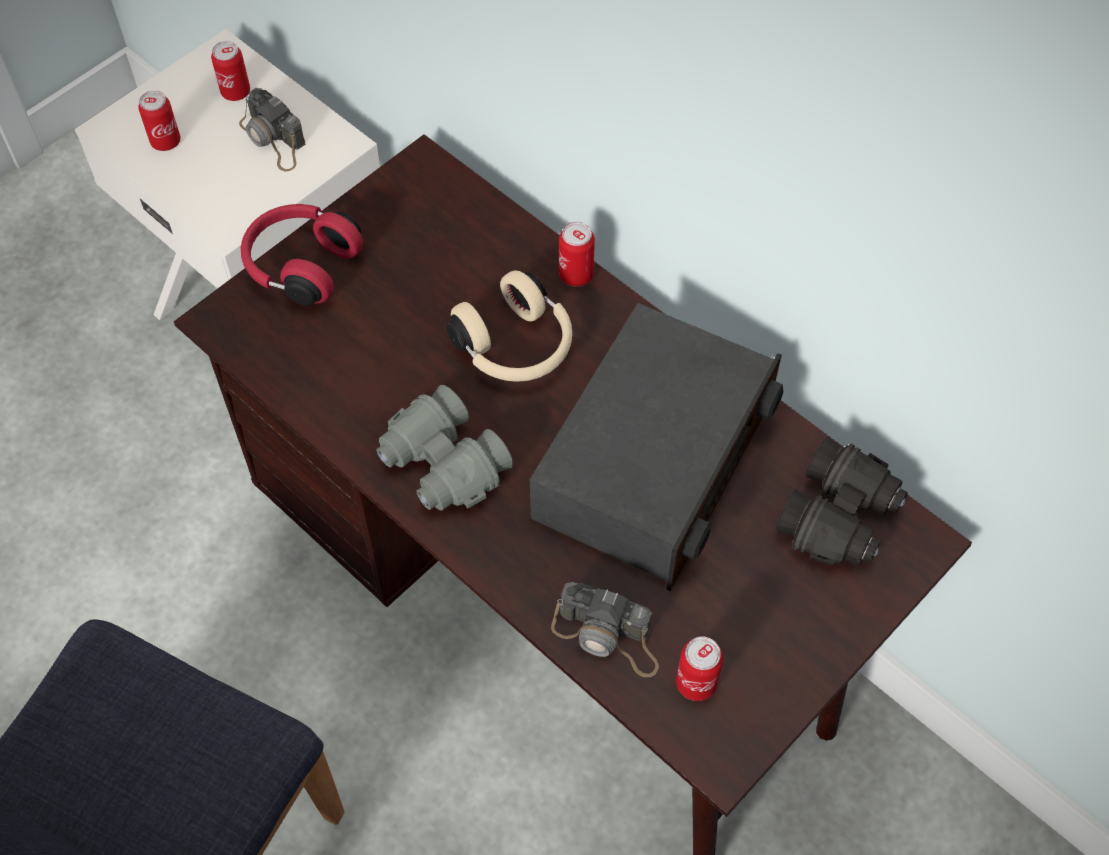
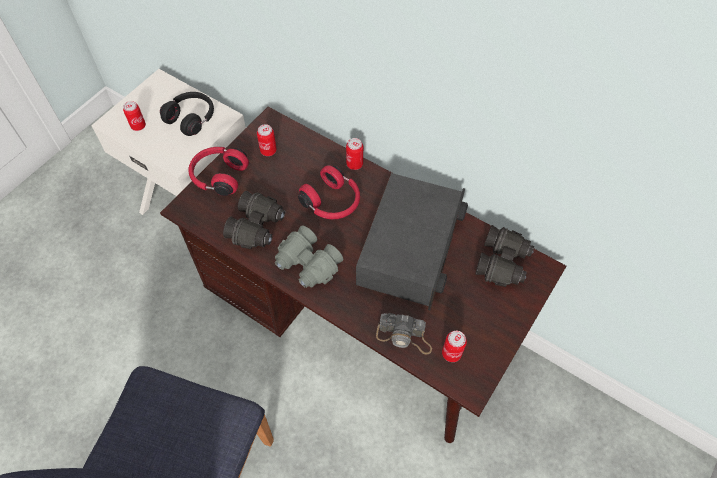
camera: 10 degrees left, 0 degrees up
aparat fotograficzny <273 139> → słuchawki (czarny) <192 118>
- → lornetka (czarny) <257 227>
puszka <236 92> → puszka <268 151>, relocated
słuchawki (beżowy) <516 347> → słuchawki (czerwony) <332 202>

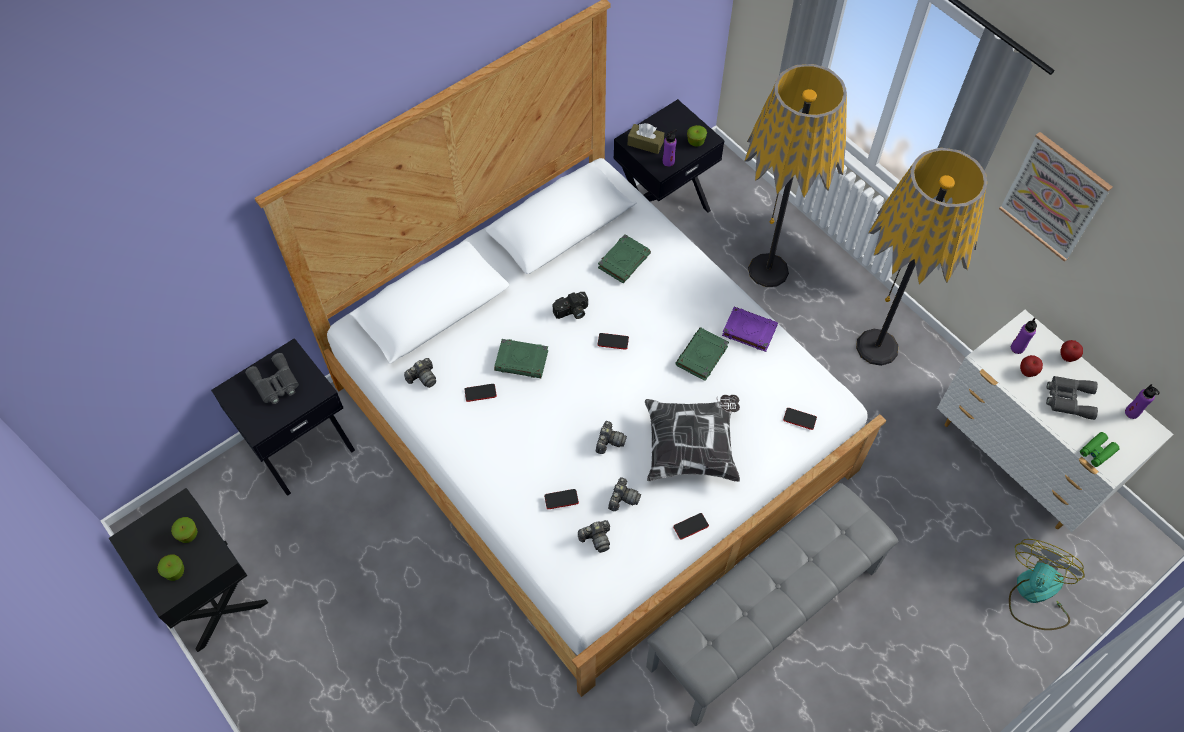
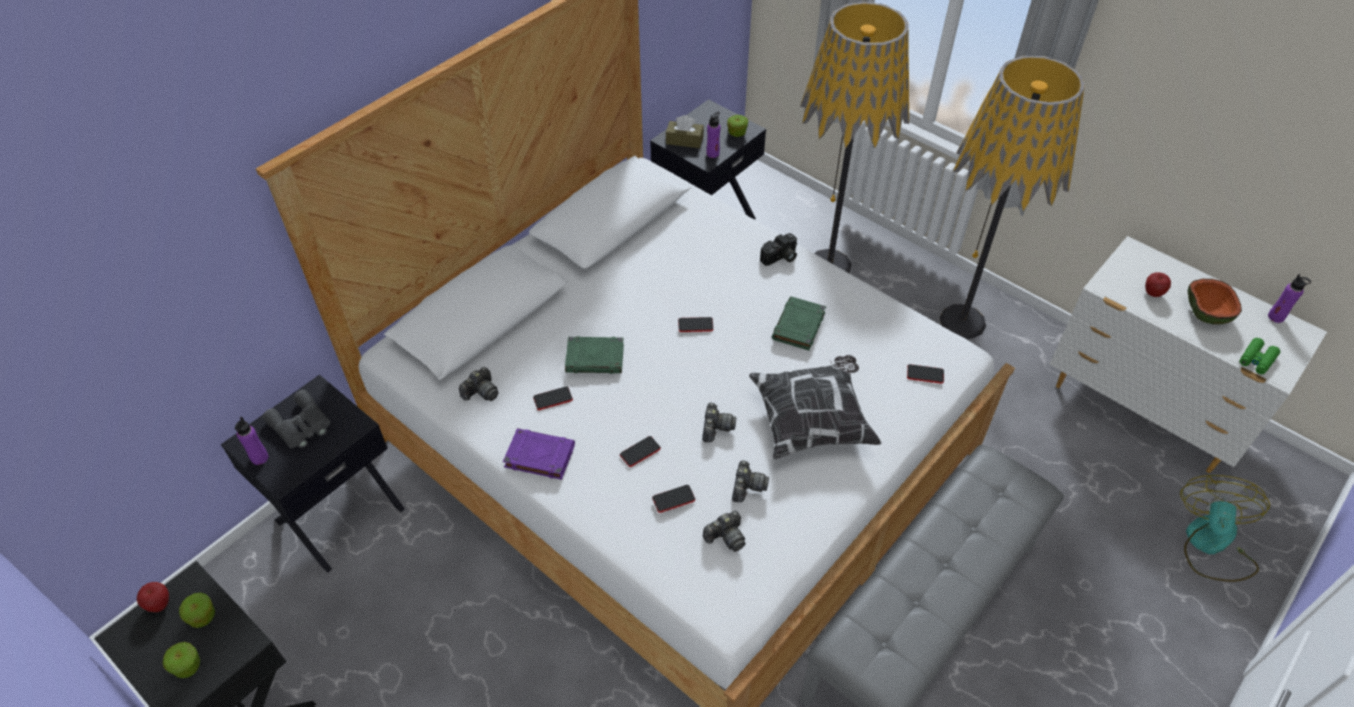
camera: 10 degrees left, 10 degrees down
jabłko <1067 357> → jabłko <160 604>, relocated
butelka (fioletowy) <1017 348> → butelka (fioletowy) <259 458>, relocated
książka (fioletowy) <748 331> → książka (fioletowy) <539 456>, relocated
telefon <690 526> → telefon <640 452>, relocated
aparat fotograficzny <572 312> → aparat fotograficzny <780 258>, relocated
lornetka (szary) <1068 399> → miska <1205 313>
książka (zielony) <624 260> → -
obraz <1054 197> → -

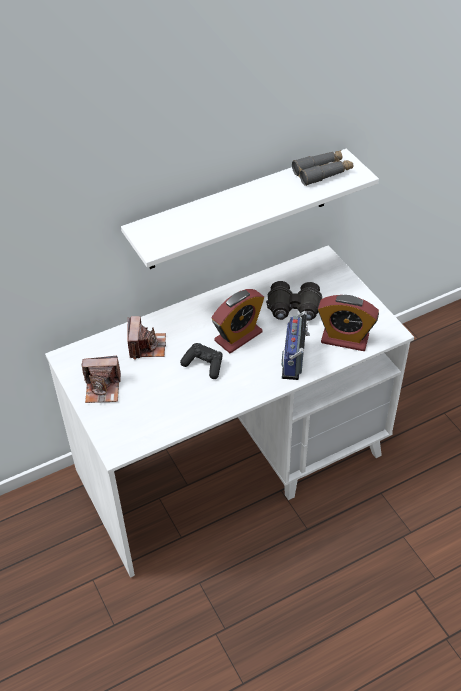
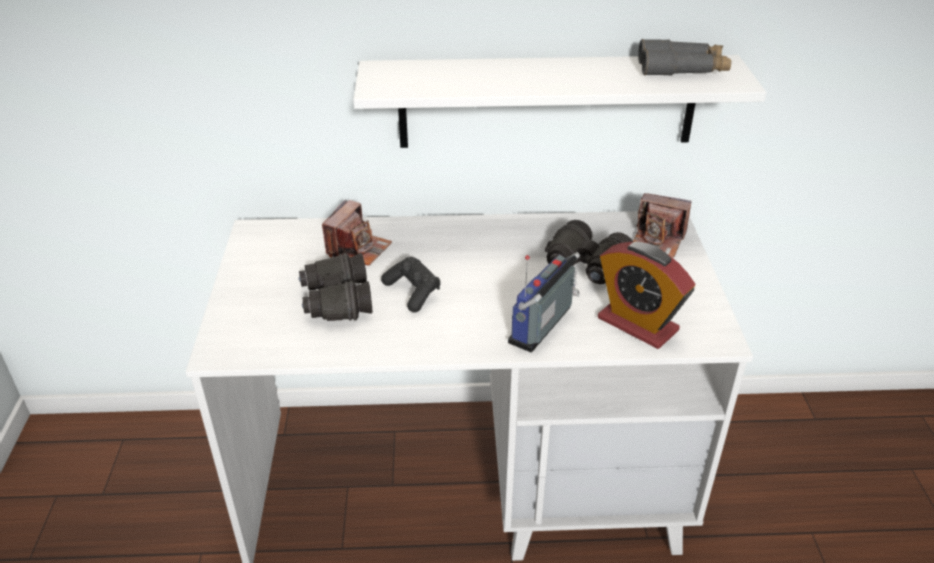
camera: 25 degrees right, 10 degrees down
- → lornetka (czarny) <336 301>
aparat fotograficzny <103 388> → aparat fotograficzny <657 240>, relocated
budzik <238 336> → -

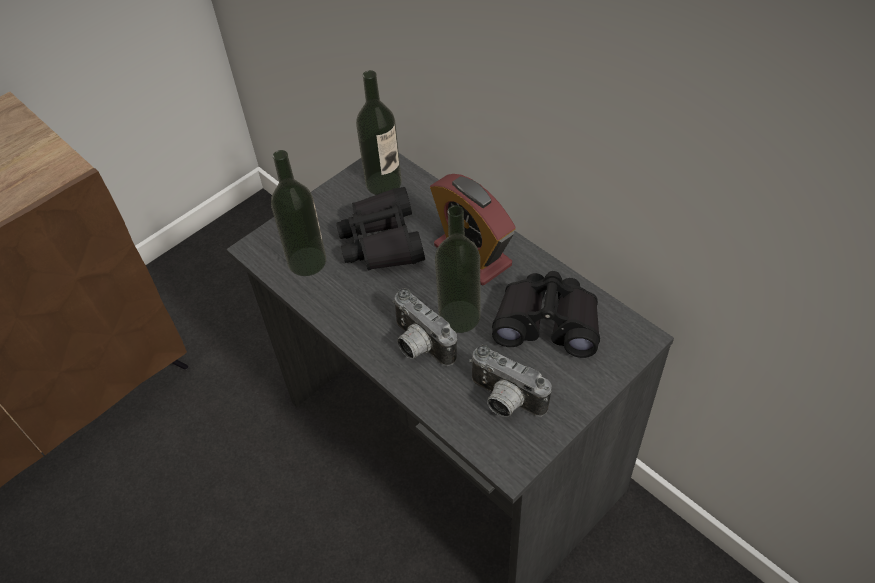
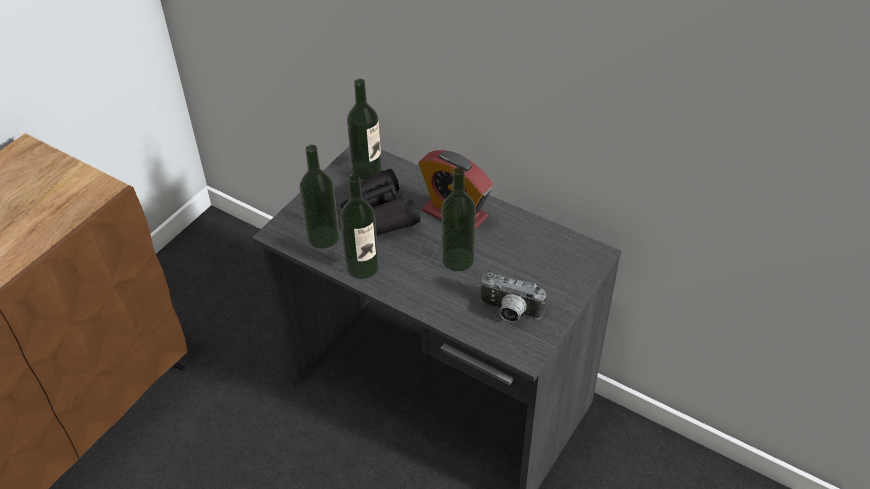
camera: 15 degrees left, 5 degrees down
- → butelka <362 267>
aparat fotograficzny <418 346> → -
lornetka (czarny) <547 322> → -

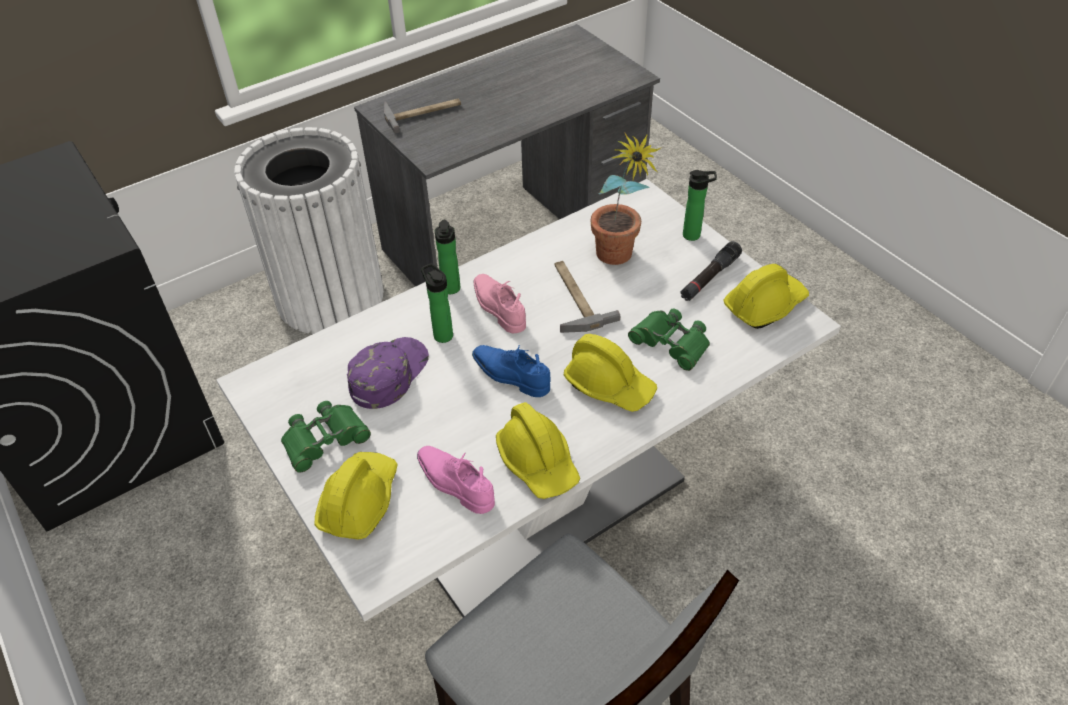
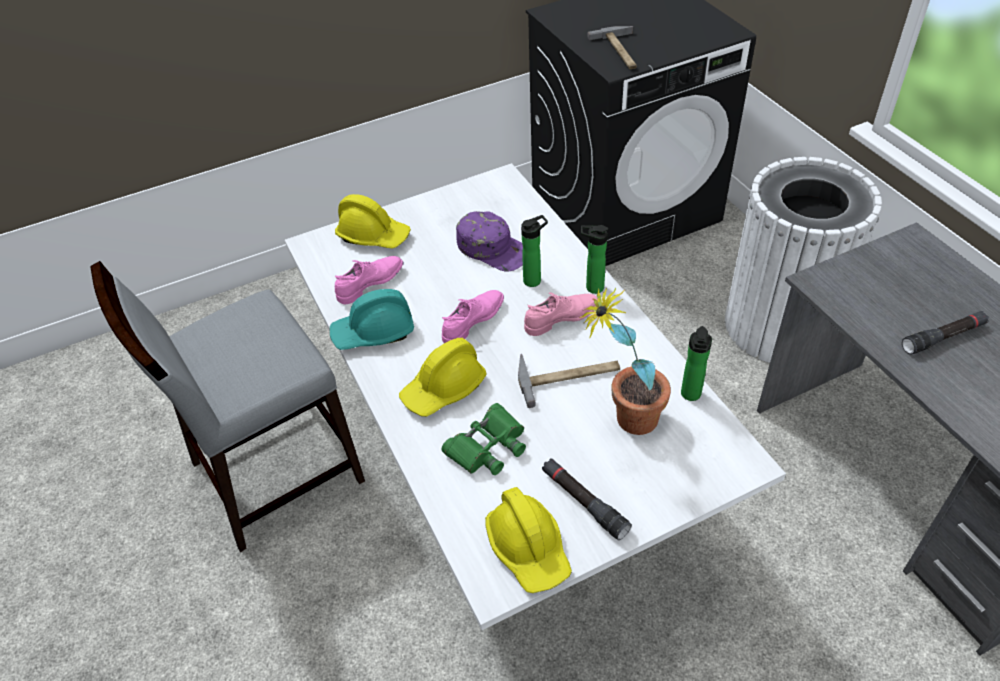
camera: 100 degrees right, 0 degrees up
kask (żółty) <538 462> → kask (turkusowy) <374 332>
but (niebieski) <510 376> → but (różowy) <473 321>
młotek <423 112> → młotek <621 51>, relocated
butelka <694 235> → butelka <690 396>, relocated
- → latarka (czarny) <943 337>
lornetka (zielony) <324 439> → -

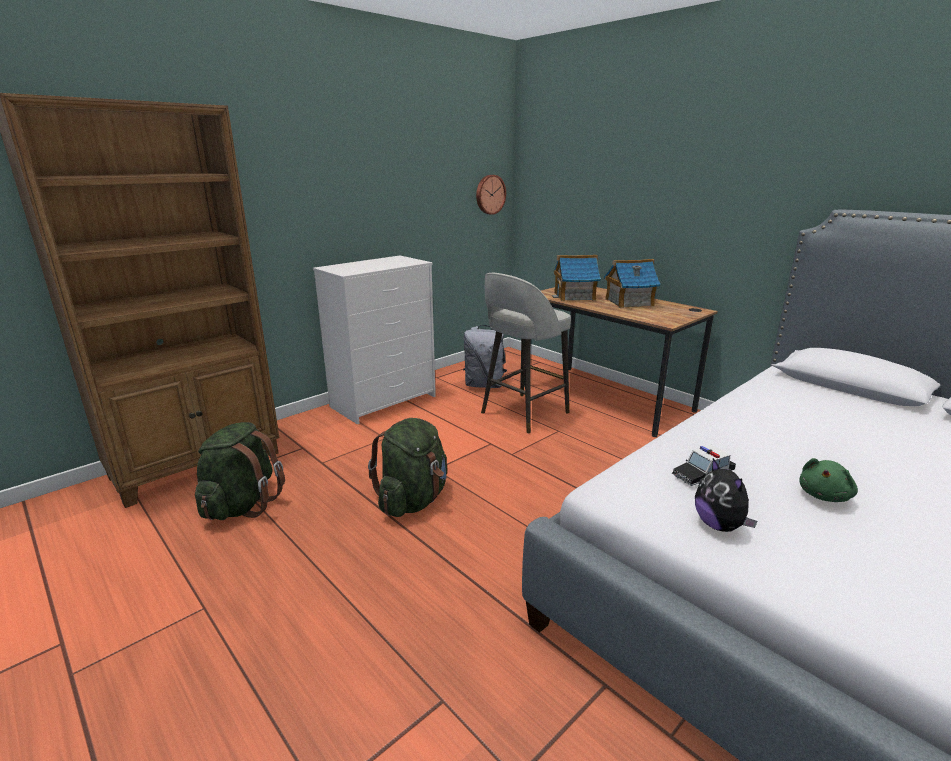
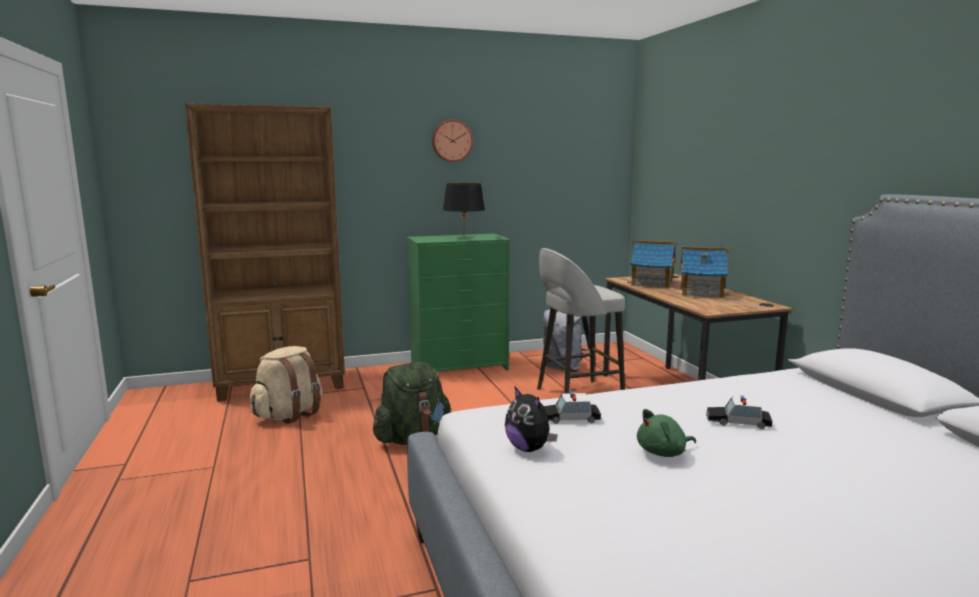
camera: 25 degrees right, 10 degrees down
plecak (zielony) <242 505> → plecak (beżowy) <289 415>
komoda (biały) <384 401> → komoda (zielony) <460 367>
zegar ścienny <489 194> → zegar ścienny <452 141>, relocated
- → lampa stołowa (czarny) <464 237>
pluszak <719 525> → pluszak <529 448>, 45 degrees counterclockwise
- → samochodzik <737 422>

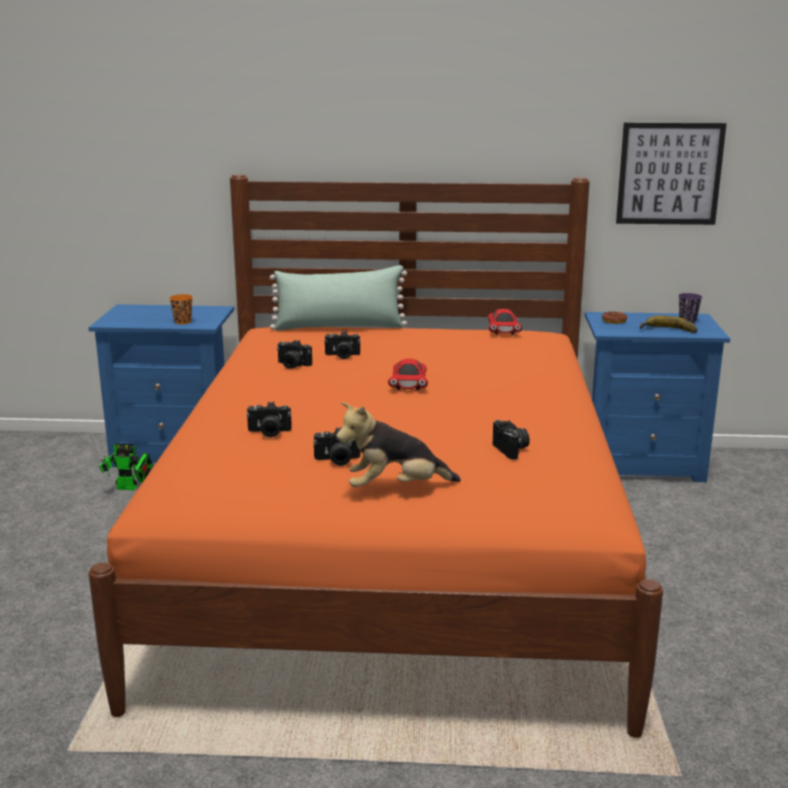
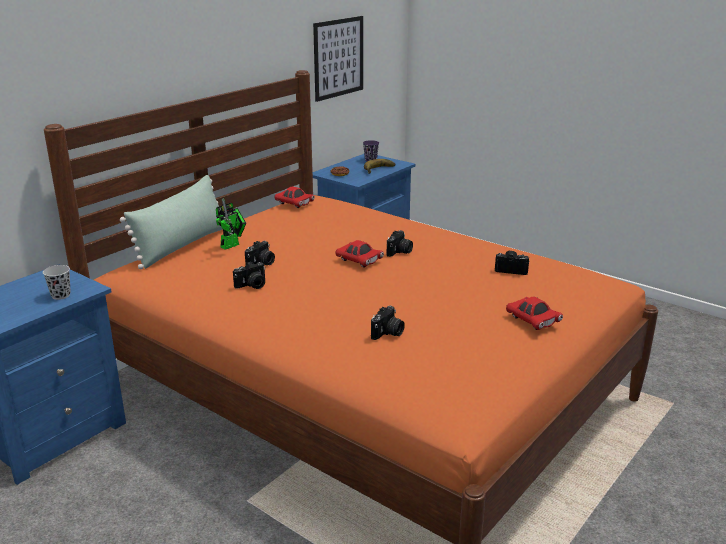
camera: 55 degrees left, 5 degrees up
filiżanka (pomarańczowy) <183 322> → filiżanka (czarny) <61 295>
robot zabawkowy <130 488> → robot zabawkowy <232 245>, relocated
aparat fotograficzny <337 460> → aparat fotograficzny <399 252>, relocated
pluszak <395 488> → samochodzik (czerwony) <532 321>

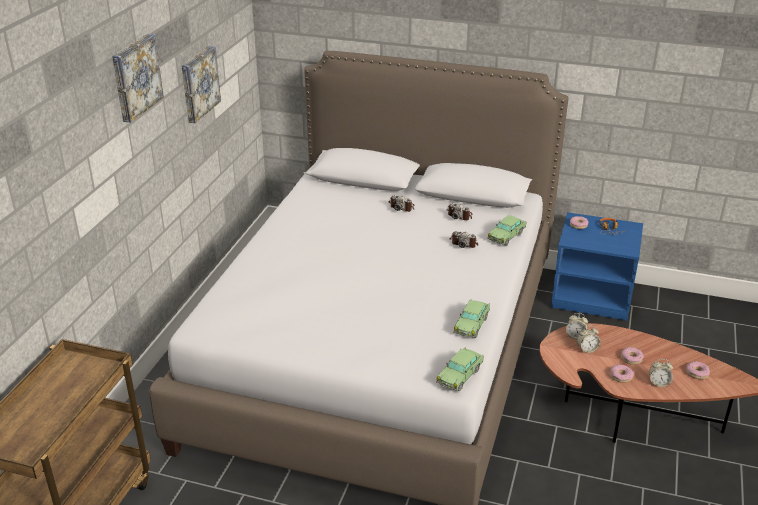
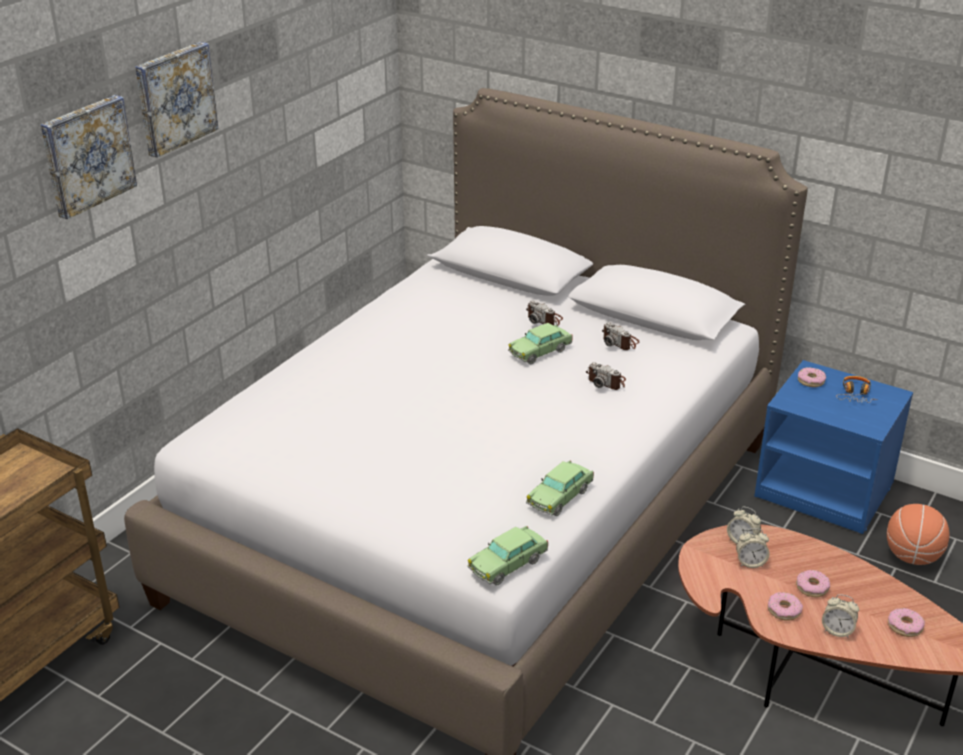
camera: 15 degrees right, 0 degrees up
obraz <198 83> → obraz <86 155>, relocated
samochodzik <506 236> → samochodzik <540 351>, relocated
- → piłka do koszykówki <912 556>

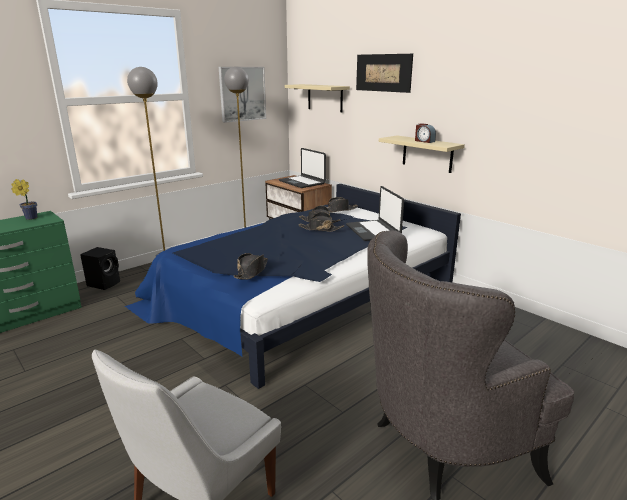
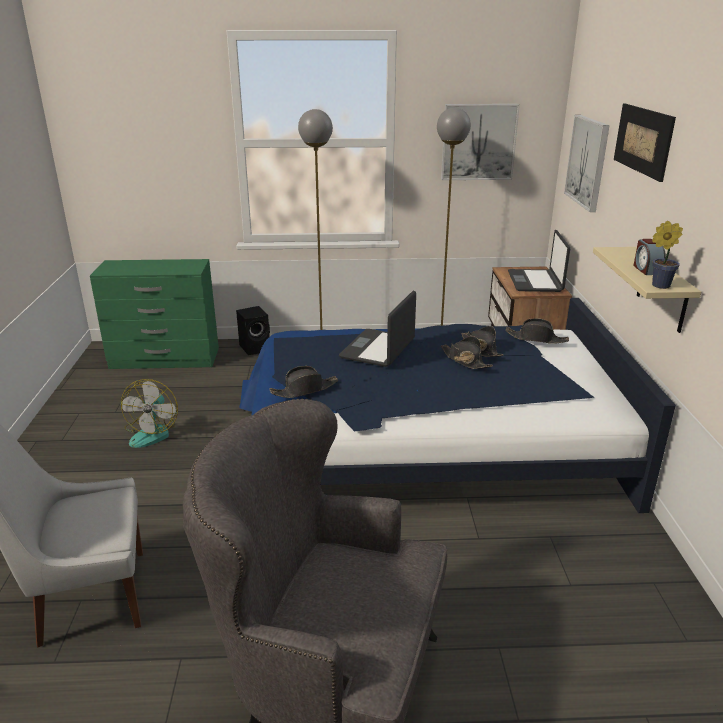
camera: 40 degrees right, 5 degrees up
- → wentylator <153 432>
laptop <373 231> → laptop <378 349>, relocated
półka (beżowy) <325 98> → obraz <587 162>
roślina doniczkowa <29 218> → roślina doniczkowa <658 285>, relocated

